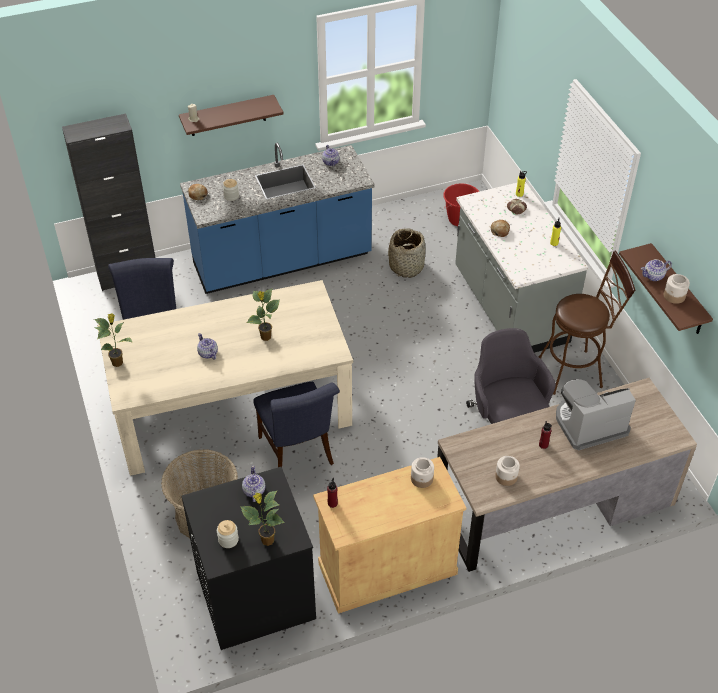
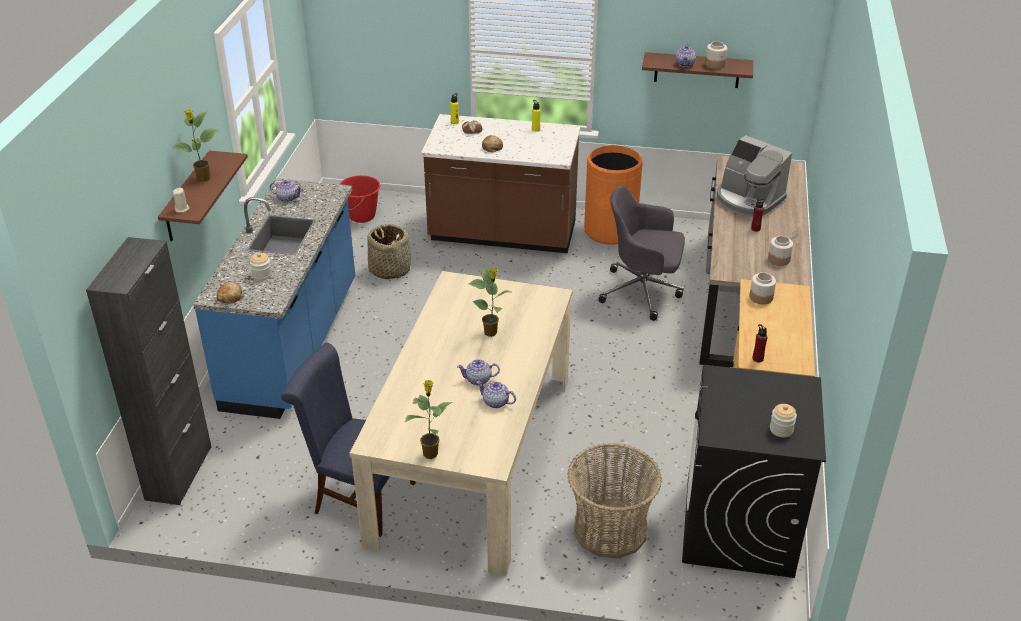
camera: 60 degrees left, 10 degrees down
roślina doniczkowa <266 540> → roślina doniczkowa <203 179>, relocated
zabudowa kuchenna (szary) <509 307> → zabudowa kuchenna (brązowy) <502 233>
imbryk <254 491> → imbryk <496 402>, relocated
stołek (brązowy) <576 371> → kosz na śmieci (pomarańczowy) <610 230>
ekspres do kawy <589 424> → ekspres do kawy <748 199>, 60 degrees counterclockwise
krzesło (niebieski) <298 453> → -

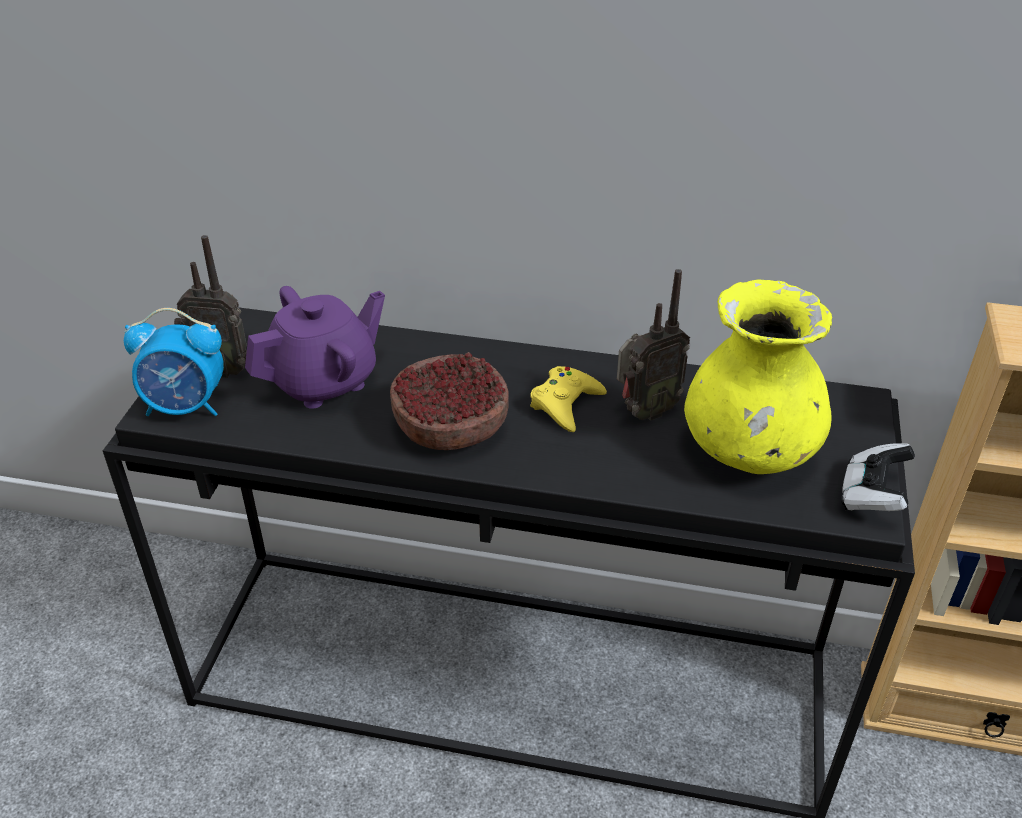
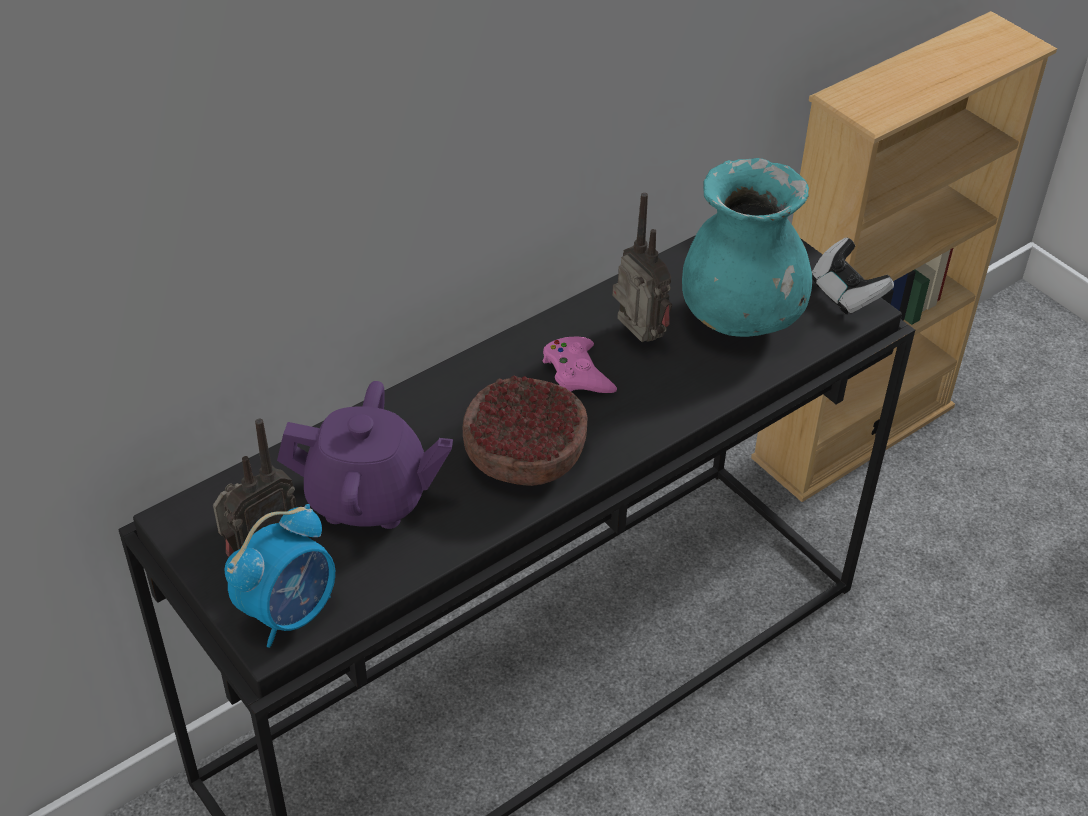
camera: 50 degrees left, 5 degrees up
imbryk (fioletowy) <324 381> → imbryk (fioletowy) <368 498>, 90 degrees clockwise
pad do gier (żółty) <565 404> → pad do gier (różowy) <577 373>
radio <644 411> → radio <637 338>, 45 degrees counterclockwise
wazon (żółty) <750 451> → wazon (turkusowy) <741 316>

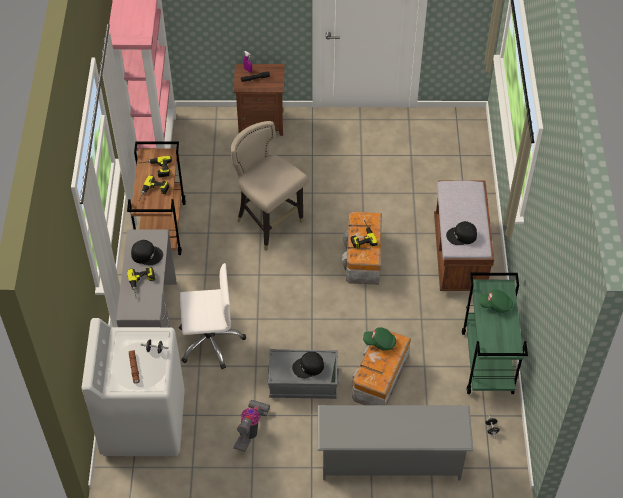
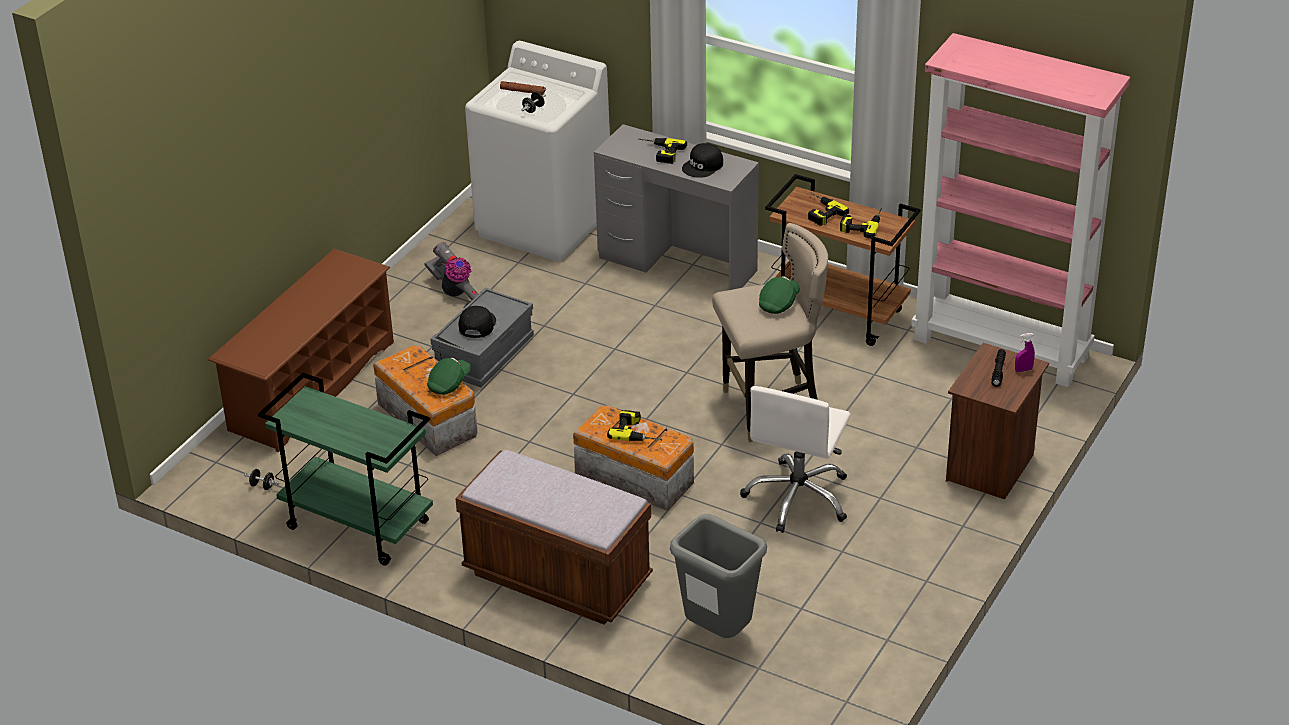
camera: 120 degrees right, 15 degrees down
regał na buty (szary) <390 459> → regał na buty (brązowy) <311 386>
- → kosz na śmieci (szary) <717 633>
krzesło biurowe (biały) <210 341> → krzesło biurowe (biały) <798 497>, relocated
czapka z daszkiem (zielony) <495 305> → czapka z daszkiem (zielony) <779 303>, relocated
czapka z daszkiem (czarny) <462 236> → -

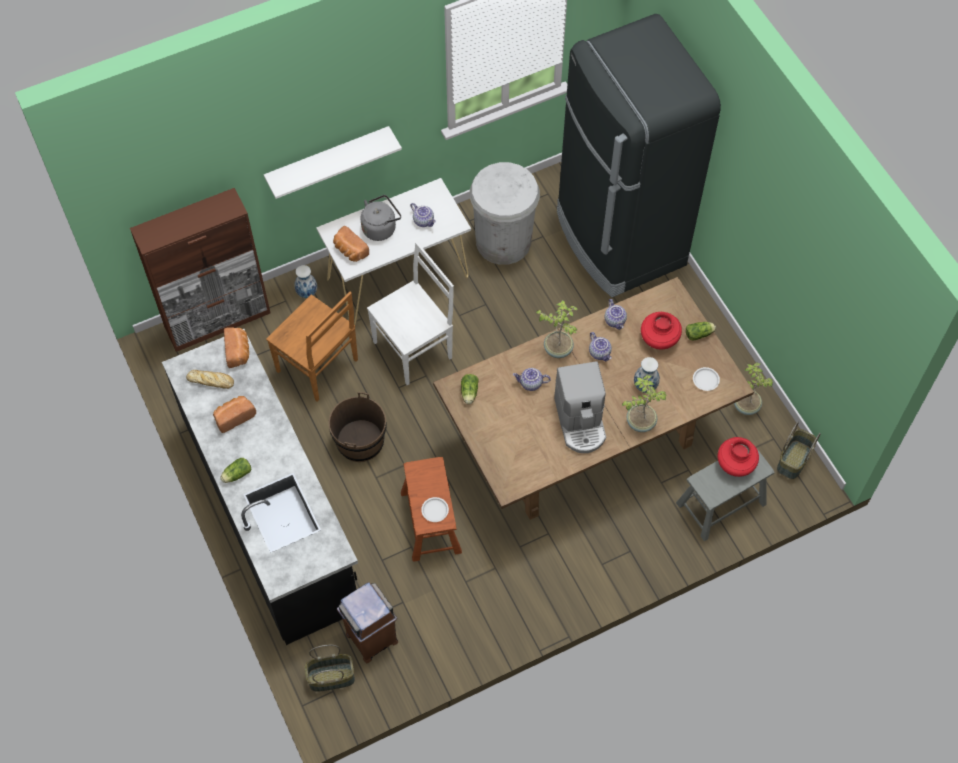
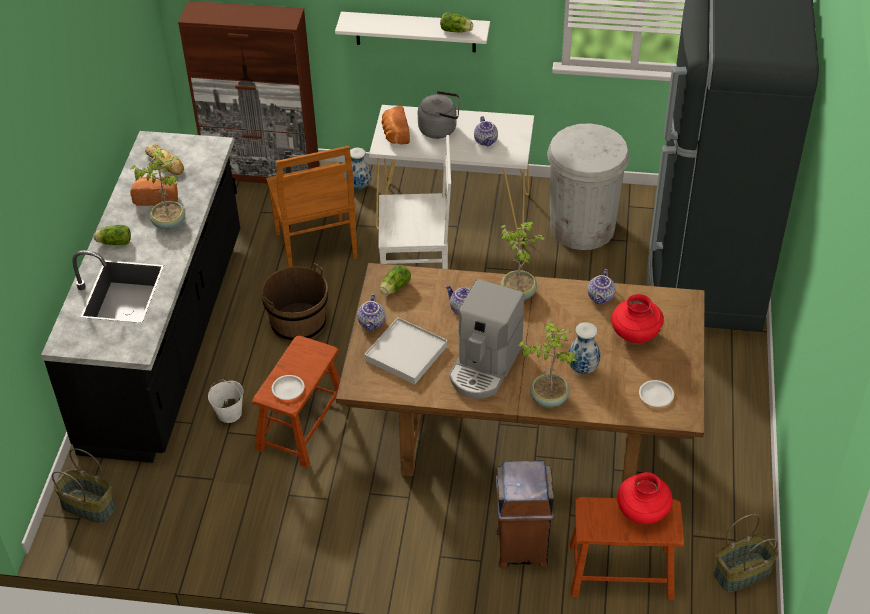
camera: 35 degrees right, 15 degrees down
roślina doniczkowa <745 405> → roślina doniczkowa <169 222>, relocated
- → wiadro (biały) <229 413>
imbryk <600 353> → imbryk <372 323>, relocated
- → taca (biały) <406 353>
sałata <700 334> → sałata <457 31>, relocated
kosz na śmieci (brązowy) <371 637> → kosz na śmieci (brązowy) <522 546>, relocated
stołek (szary) <721 503> → stołek (brązowy) <621 570>
chleb <238 352> → -

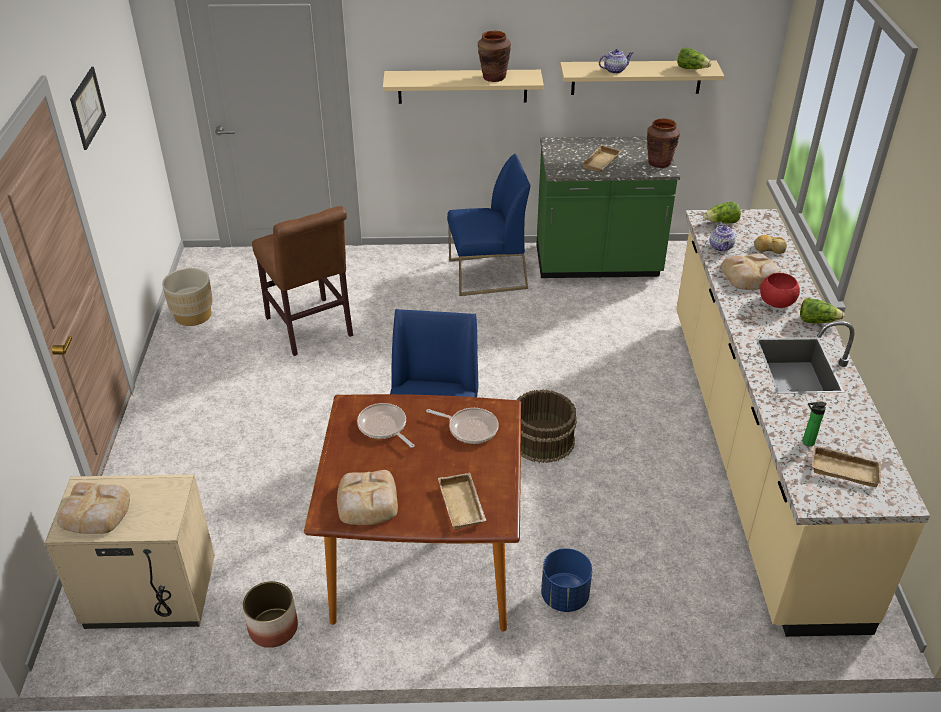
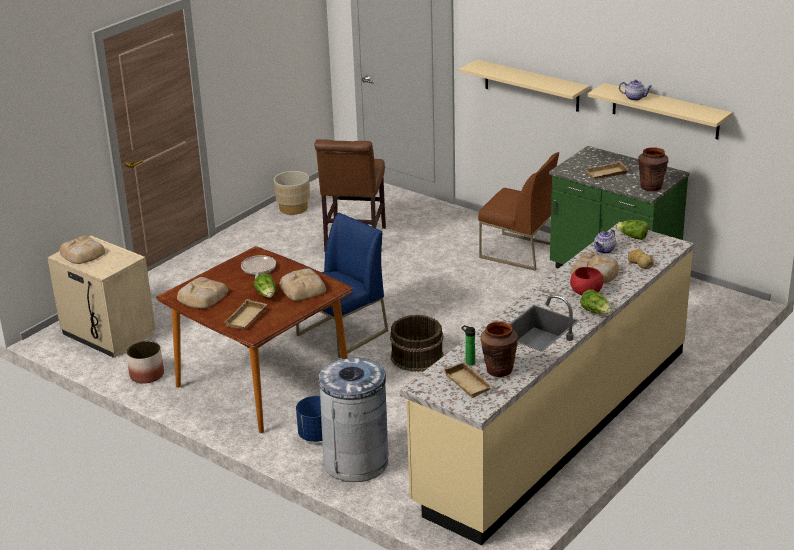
camera: 40 degrees right, 10 degrees down
sałata <691 69> → sałata <267 294>, relocated
patelnia <470 428> → chleb <303 288>
- → kosz na śmieci (szary) <356 462>
krzesło (niebieski) <487 274> → krzesło (brązowy) <518 251>
wazon (brązowy) <493 77> → wazon (brązowy) <499 370>, relocated
obraz <87 107> → -

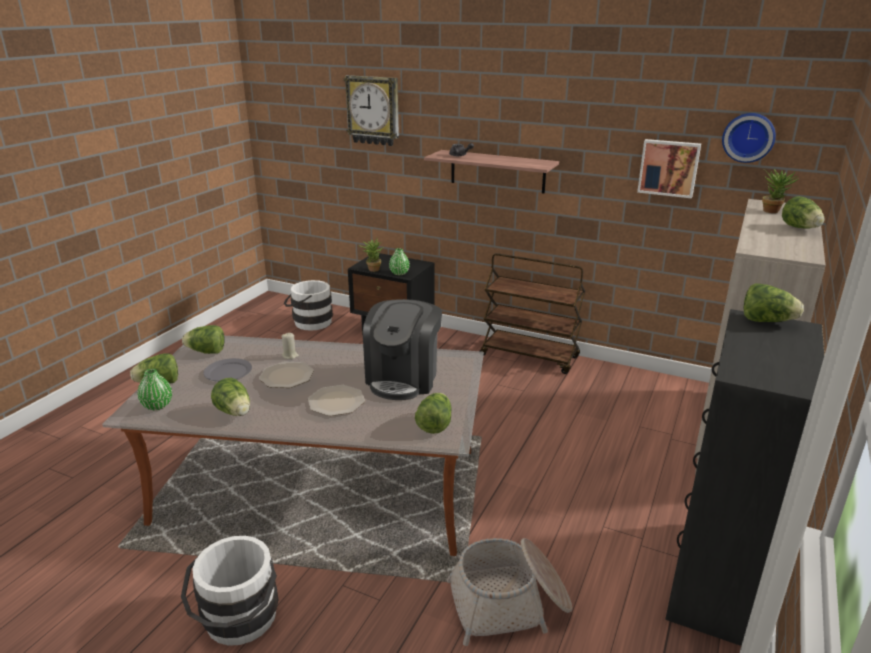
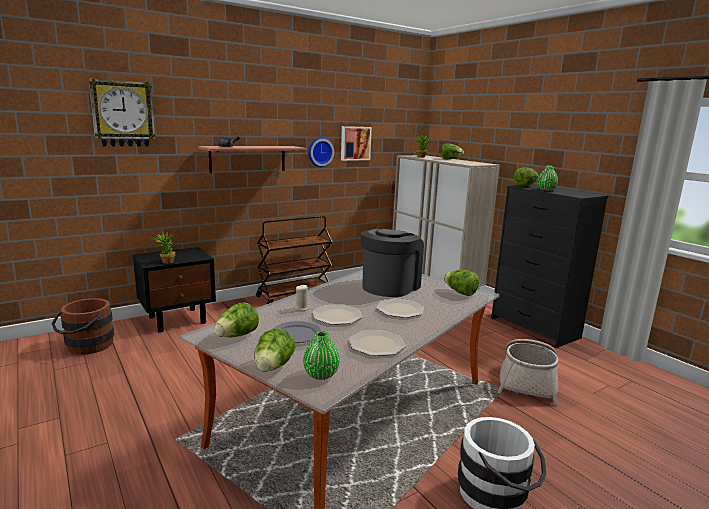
camera: 60 degrees left, 10 degrees down
wiadro (biały) <309 322> → wiadro (brązowy) <86 346>
zegar ścienny <748 137> → zegar ścienny <319 152>, relocated
sałata <235 412> → talerz <376 344>
ekspres do kawy <403 378> → ekspres do kawy <390 286>, 105 degrees counterclockwise
wazon (zielony) <399 273> → wazon (zielony) <546 190>, relocated

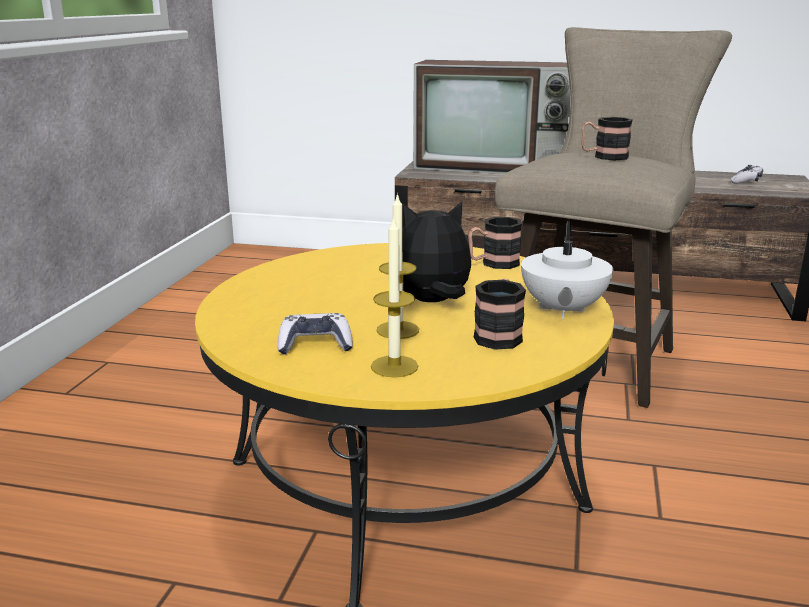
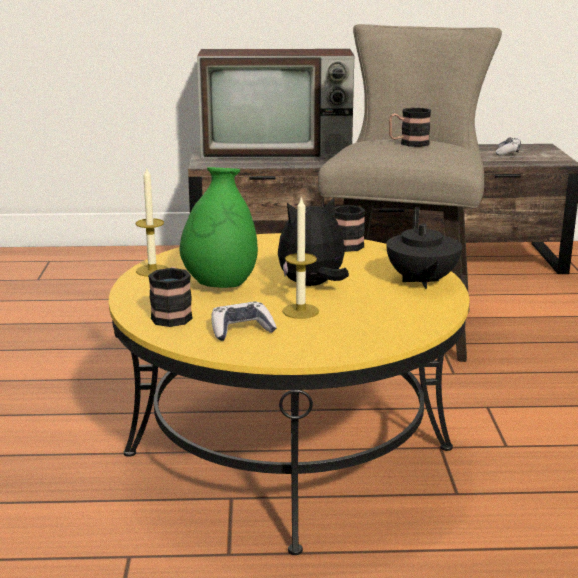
camera: 15 degrees left, 0 degrees up
świeca <394 366> → świeca <152 270>, relocated
kubek <499 335> → kubek <172 314>, relocated
- → wazon (zielony) <220 285>
imbryk (biały) <562 310> → imbryk (czarny) <421 282>

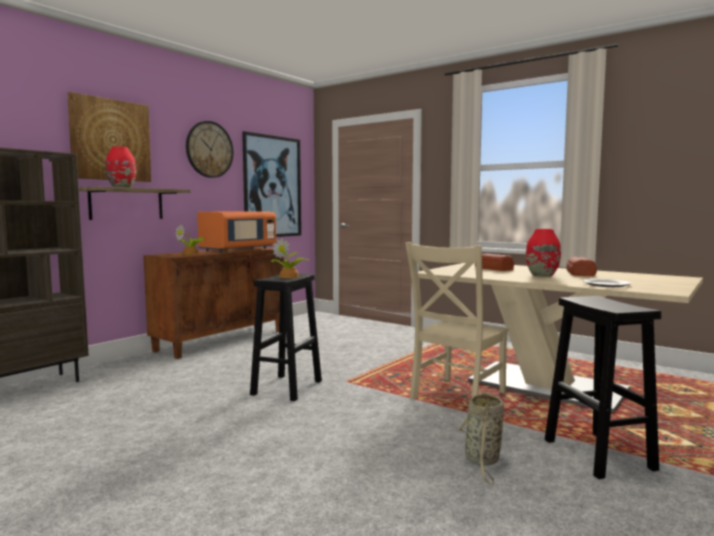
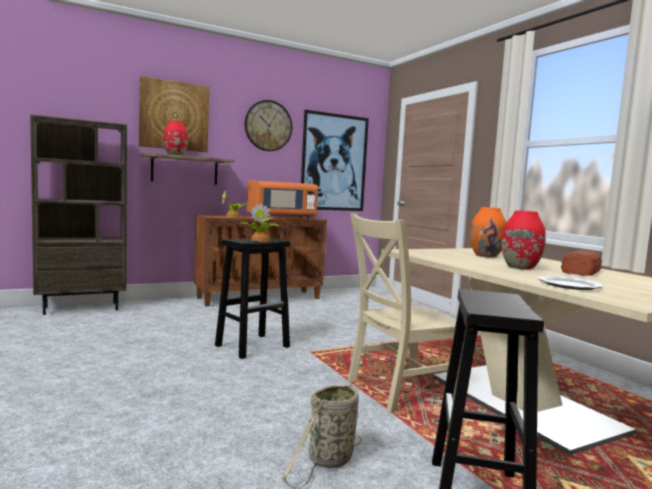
camera: 25 degrees right, 0 degrees up
chleb <493 269> → wazon (pomarańczowy) <486 256>

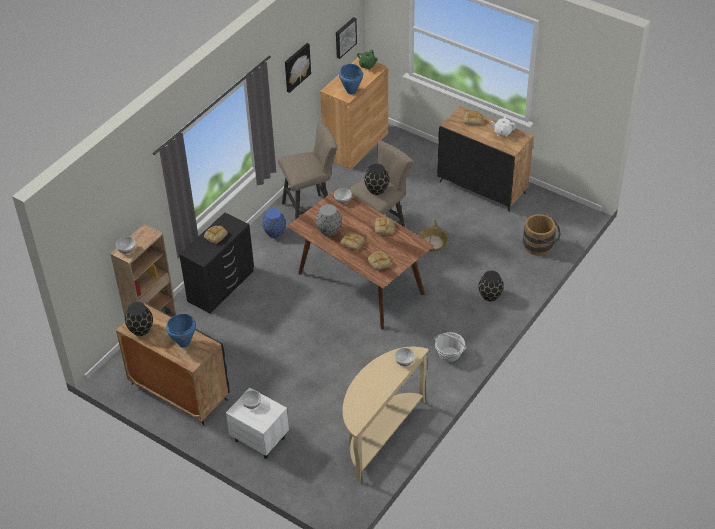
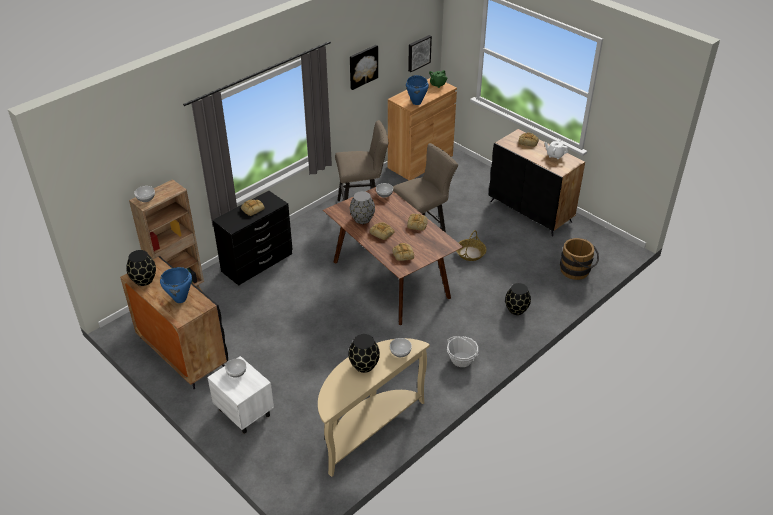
camera: 10 degrees right, 5 degrees down
wazon (czarny) <376 190> → wazon (czarny) <364 366>, relocated
wazon (niebieski) <275 233> → -

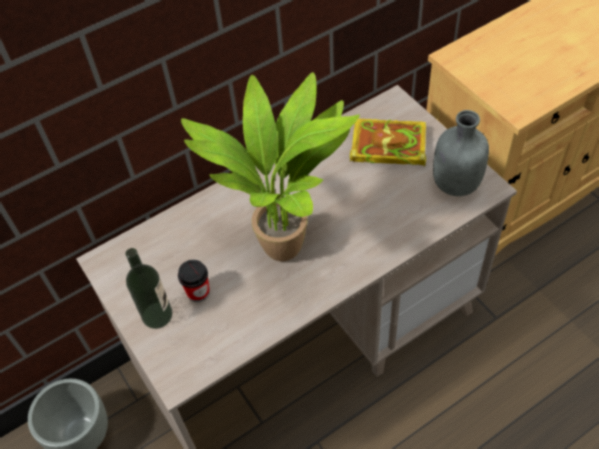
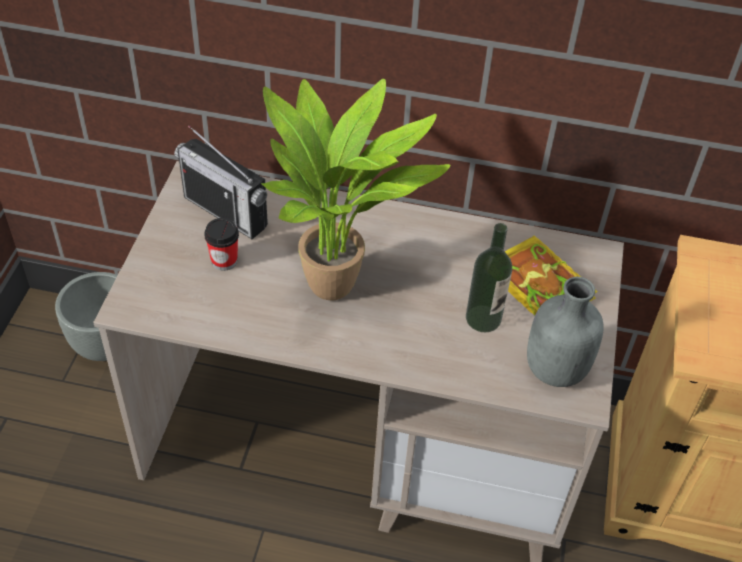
camera: 40 degrees right, 5 degrees down
- → radio <225 212>
butelka <157 315> → butelka <483 318>, relocated

